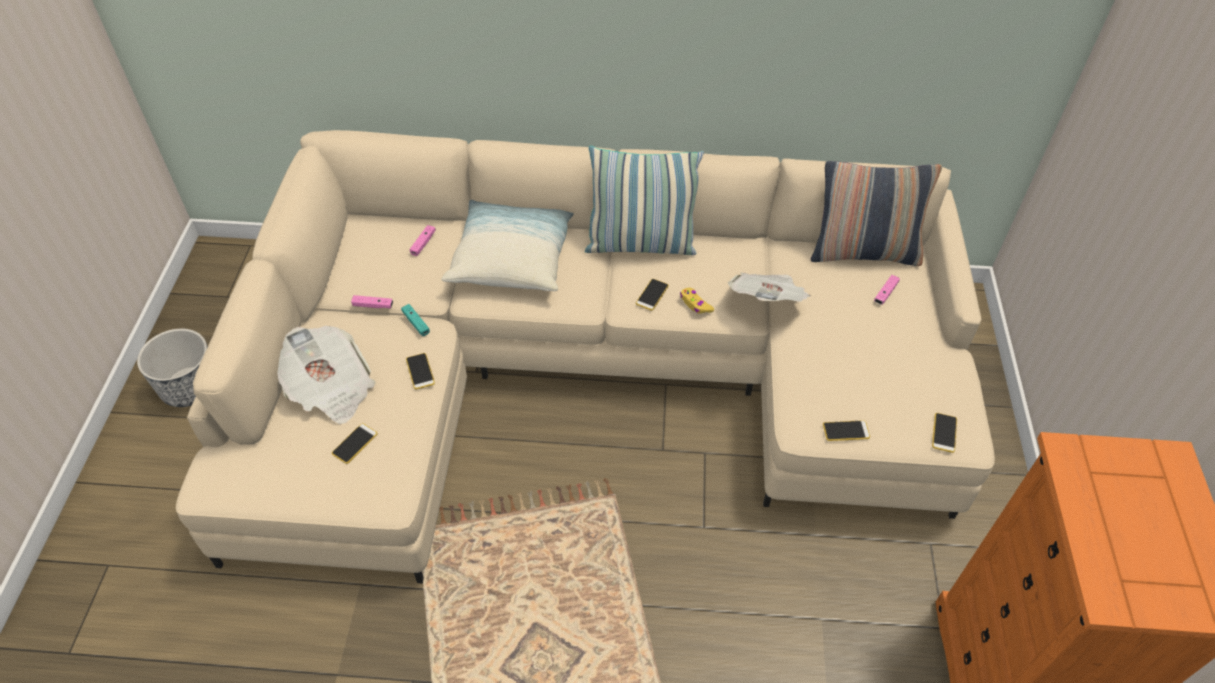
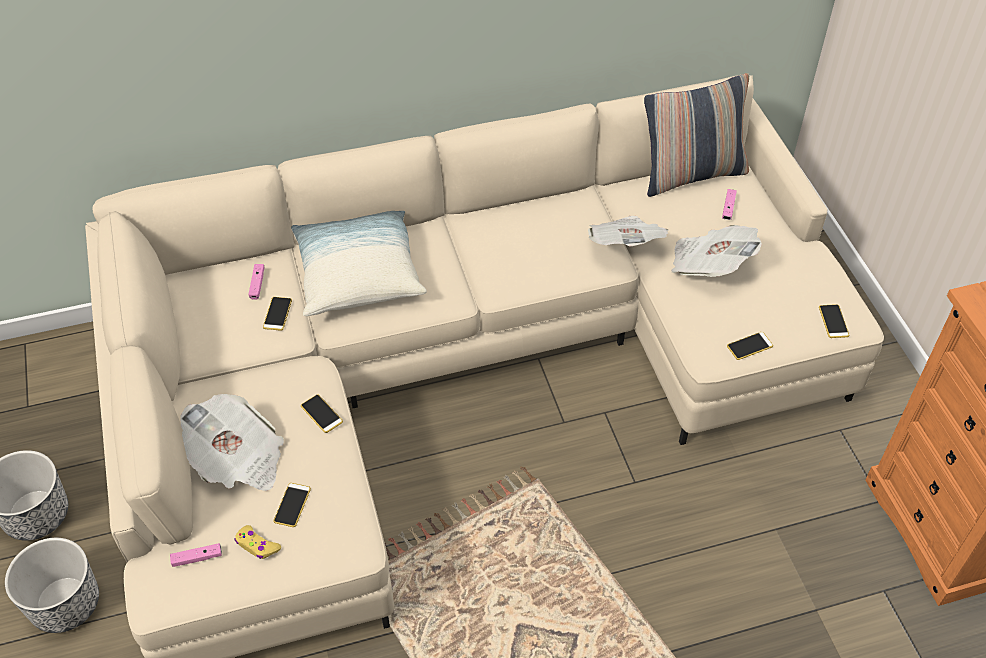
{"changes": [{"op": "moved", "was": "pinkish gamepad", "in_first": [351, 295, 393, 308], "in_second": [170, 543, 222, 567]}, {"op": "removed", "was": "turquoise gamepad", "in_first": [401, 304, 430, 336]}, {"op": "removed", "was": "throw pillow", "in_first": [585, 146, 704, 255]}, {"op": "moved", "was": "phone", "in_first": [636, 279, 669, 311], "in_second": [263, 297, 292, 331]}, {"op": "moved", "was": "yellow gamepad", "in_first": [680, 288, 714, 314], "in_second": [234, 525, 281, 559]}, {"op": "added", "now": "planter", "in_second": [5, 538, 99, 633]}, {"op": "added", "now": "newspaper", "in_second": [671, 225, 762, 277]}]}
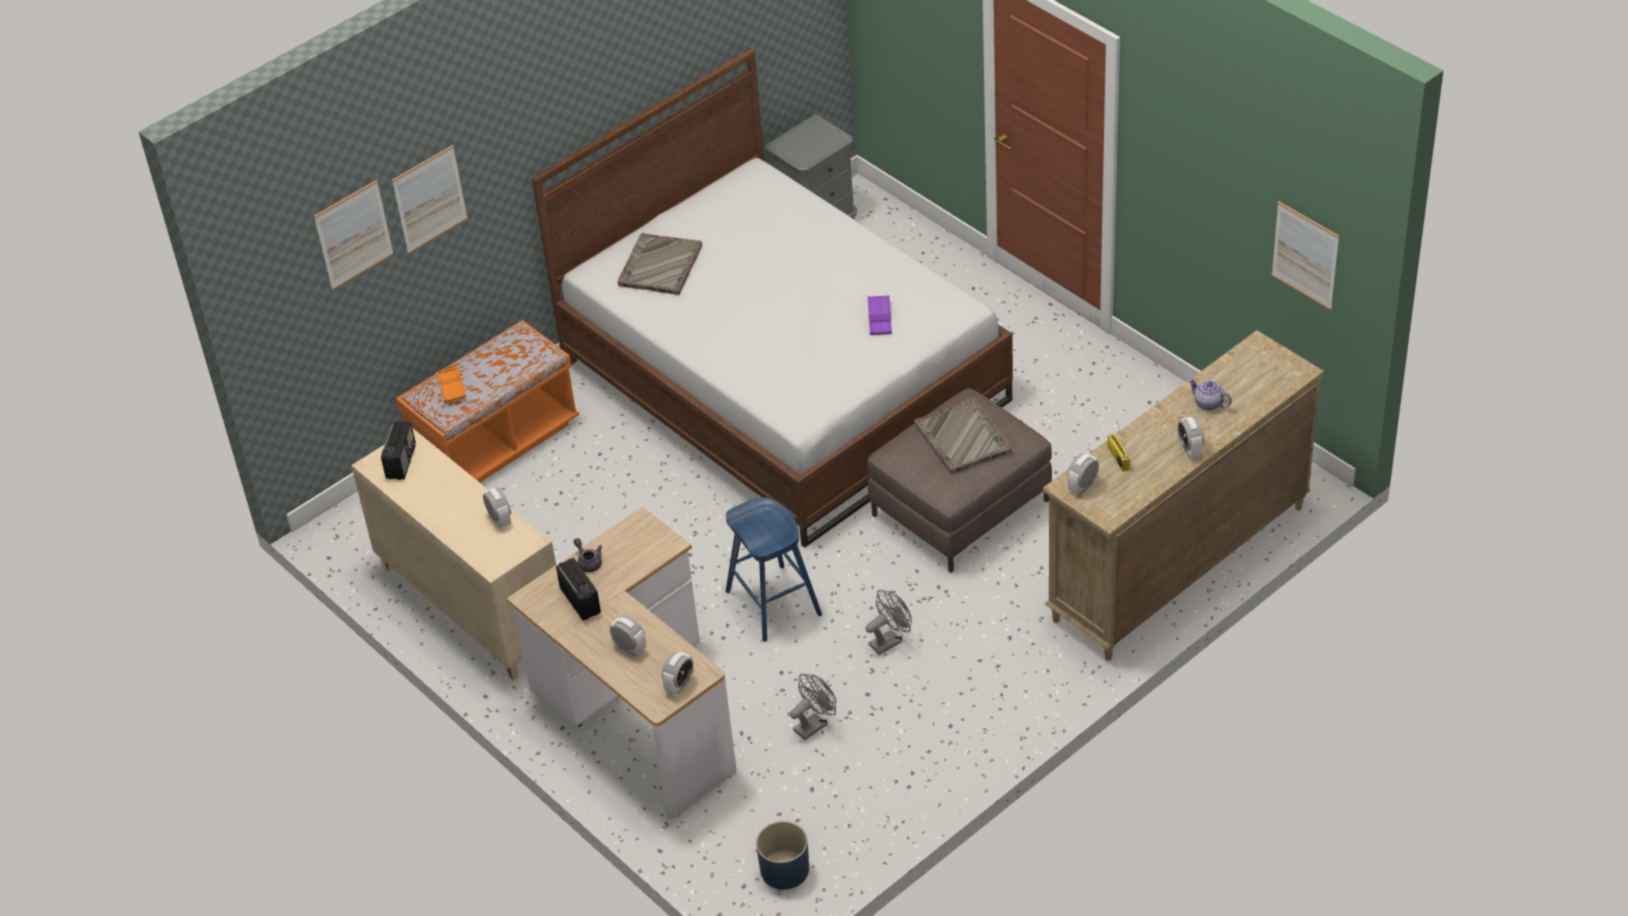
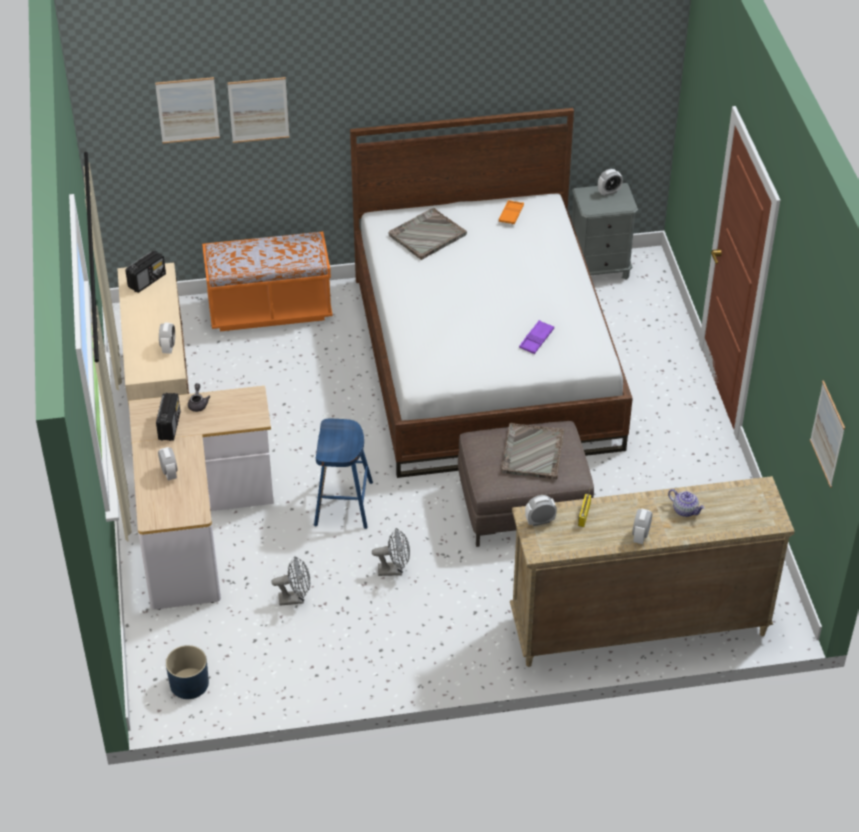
{"changes": [{"op": "moved", "was": "orange carrying tray", "in_first": [436, 367, 466, 403], "in_second": [499, 200, 524, 225]}, {"op": "moved", "was": "bedside clock", "in_first": [662, 652, 693, 695], "in_second": [598, 169, 623, 196]}, {"op": "turned", "was": "tea pot", "in_first": [1188, 379, 1232, 411], "in_second": [668, 489, 705, 517], "clockwise": 150}]}
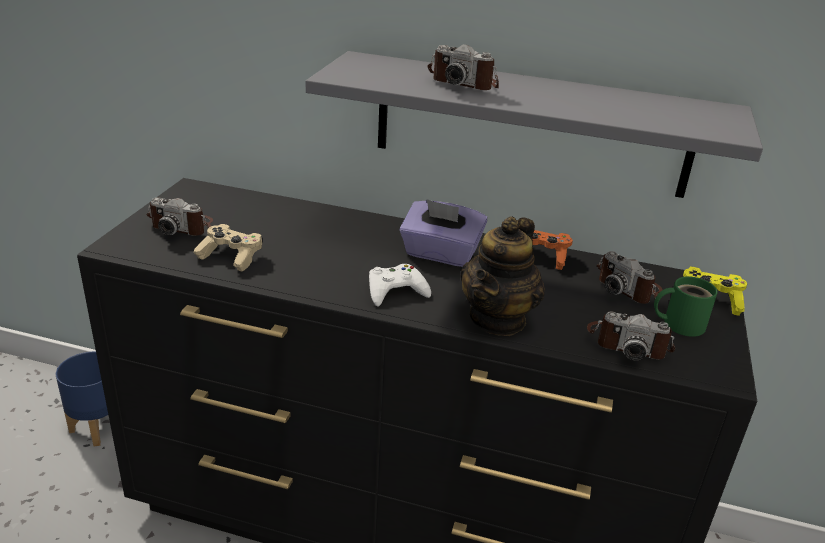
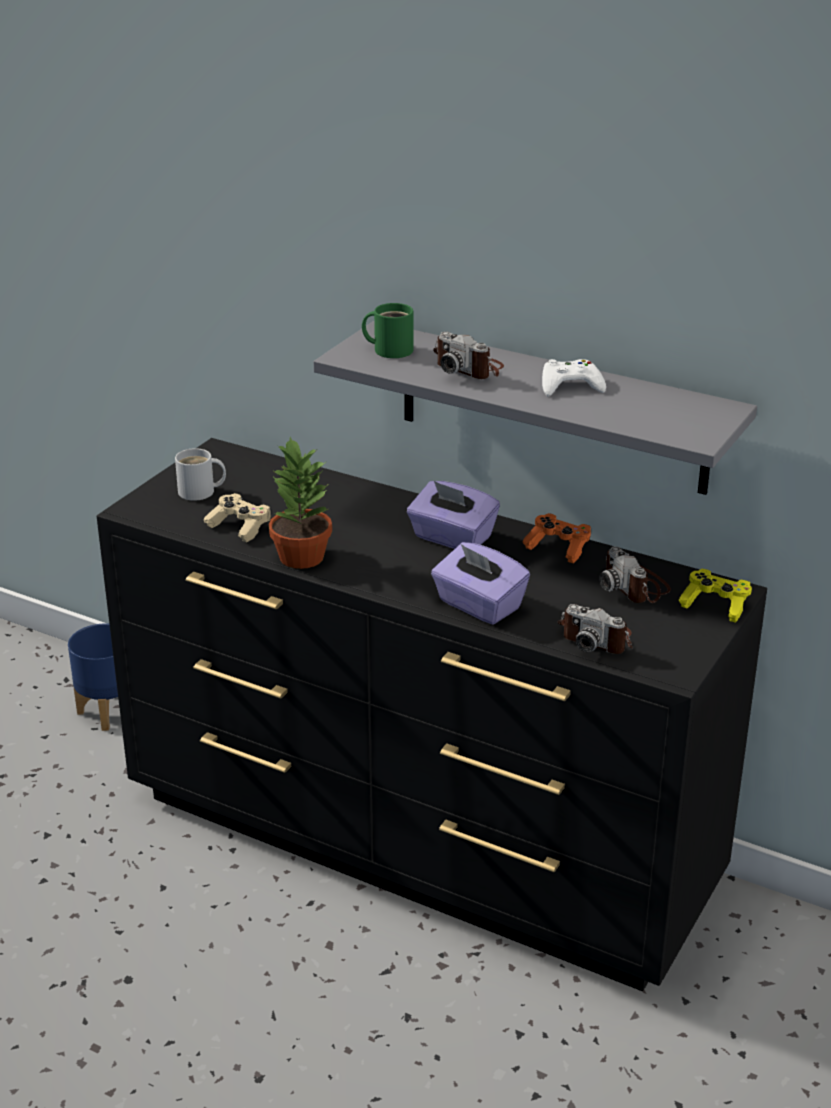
{"changes": [{"op": "replaced", "was": "still camera", "now": "whitish tea mug", "in_first": [146, 197, 213, 236], "in_second": [175, 448, 226, 501]}, {"op": "moved", "was": "whitish gamepad", "in_first": [369, 264, 431, 307], "in_second": [542, 359, 606, 397]}, {"op": "replaced", "was": "tea pot", "now": "purplish tissue holder", "in_first": [460, 216, 545, 336], "in_second": [431, 542, 530, 625]}, {"op": "moved", "was": "green tea mug", "in_first": [654, 276, 717, 337], "in_second": [362, 303, 413, 358]}, {"op": "added", "now": "plant in a pot", "in_second": [269, 437, 332, 569]}]}
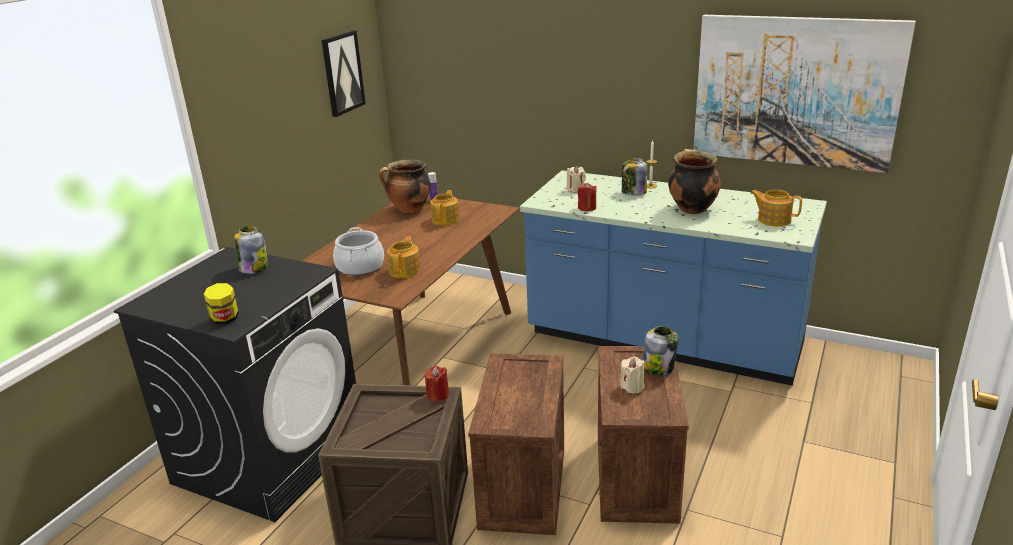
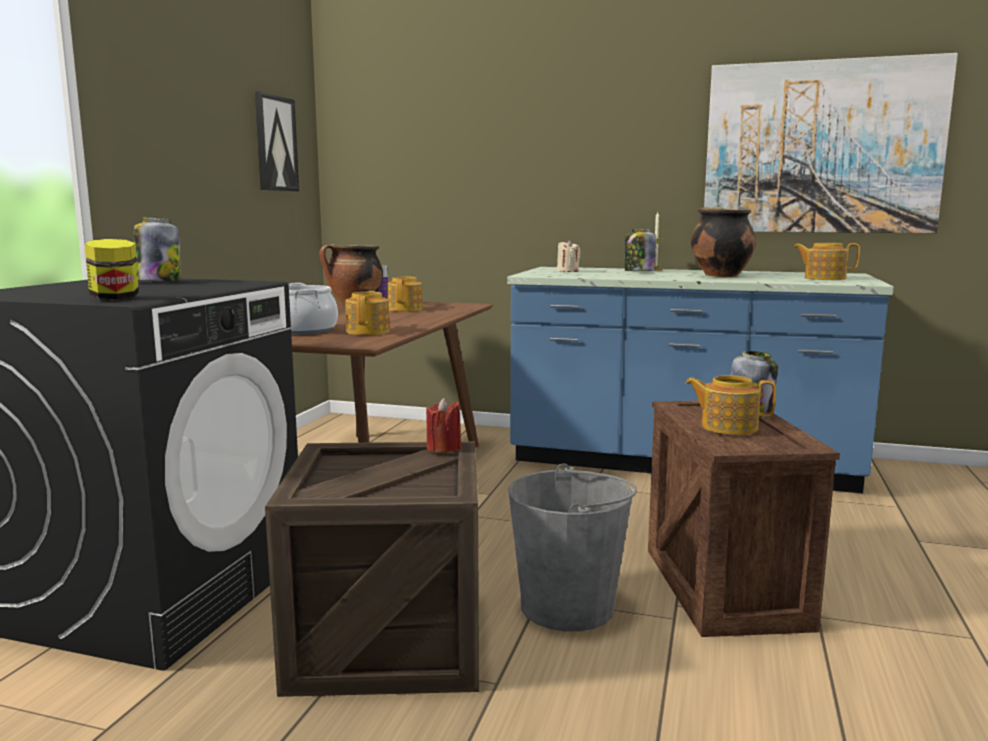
{"changes": [{"op": "replaced", "was": "shipping crate", "now": "greyish bucket", "in_first": [468, 353, 564, 535], "in_second": [508, 463, 637, 631]}, {"op": "removed", "was": "red wax candle", "in_first": [578, 183, 597, 211]}, {"op": "replaced", "was": "beige wax candle", "now": "tea pot", "in_first": [621, 357, 645, 393], "in_second": [685, 375, 776, 435]}]}
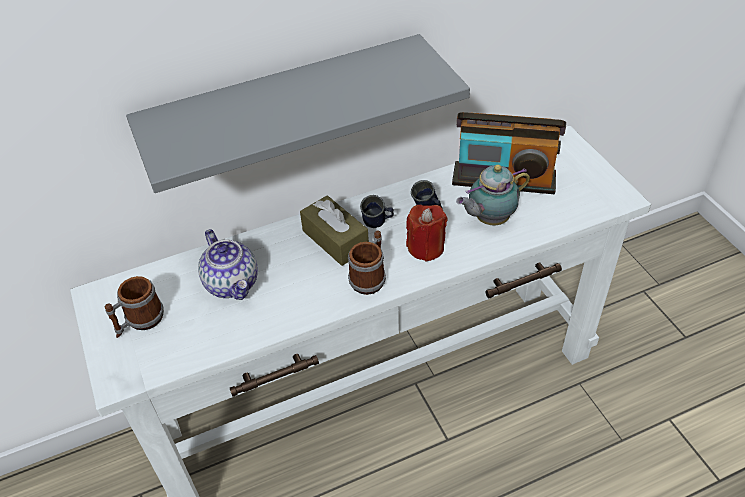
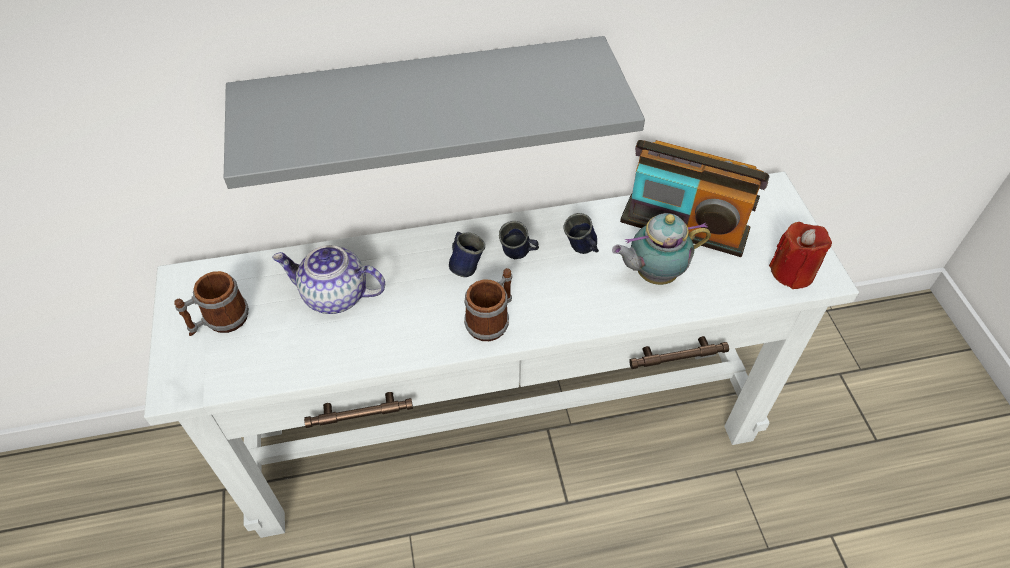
{"changes": [{"op": "turned", "was": "tea pot", "in_first": [198, 229, 258, 300], "in_second": [272, 245, 385, 314], "clockwise": 120}, {"op": "replaced", "was": "brown tissue holder", "now": "blue tea mug", "in_first": [300, 195, 369, 266], "in_second": [449, 232, 485, 277]}, {"op": "moved", "was": "red wax candle", "in_first": [406, 205, 447, 262], "in_second": [769, 222, 832, 289]}]}
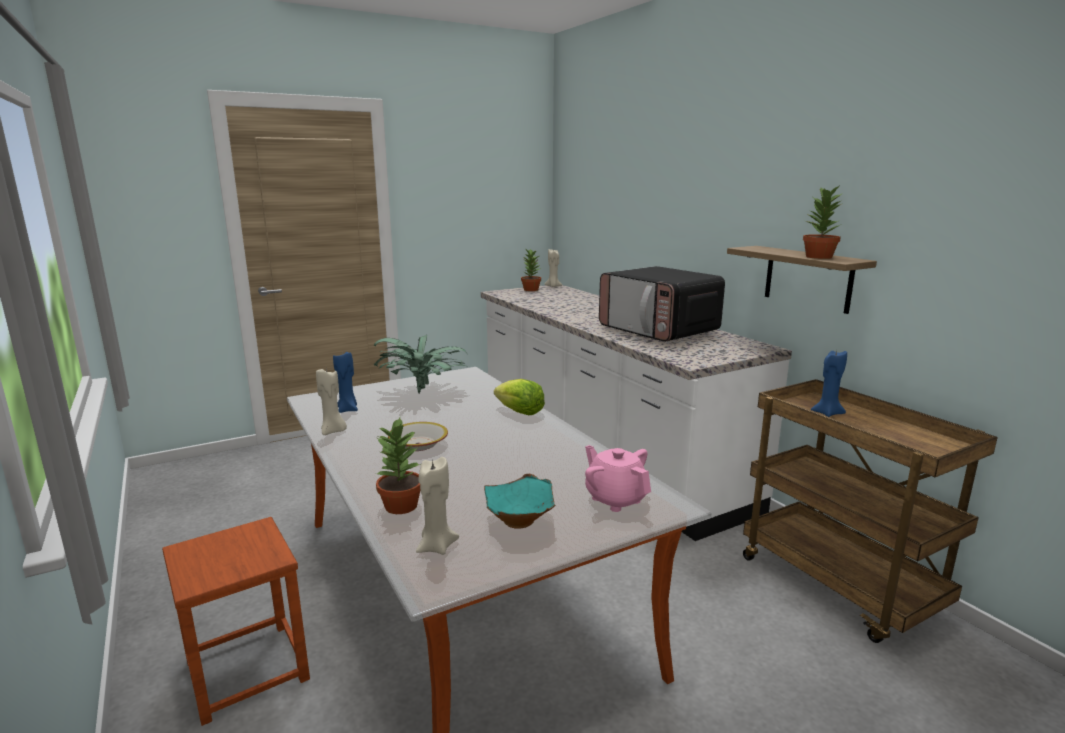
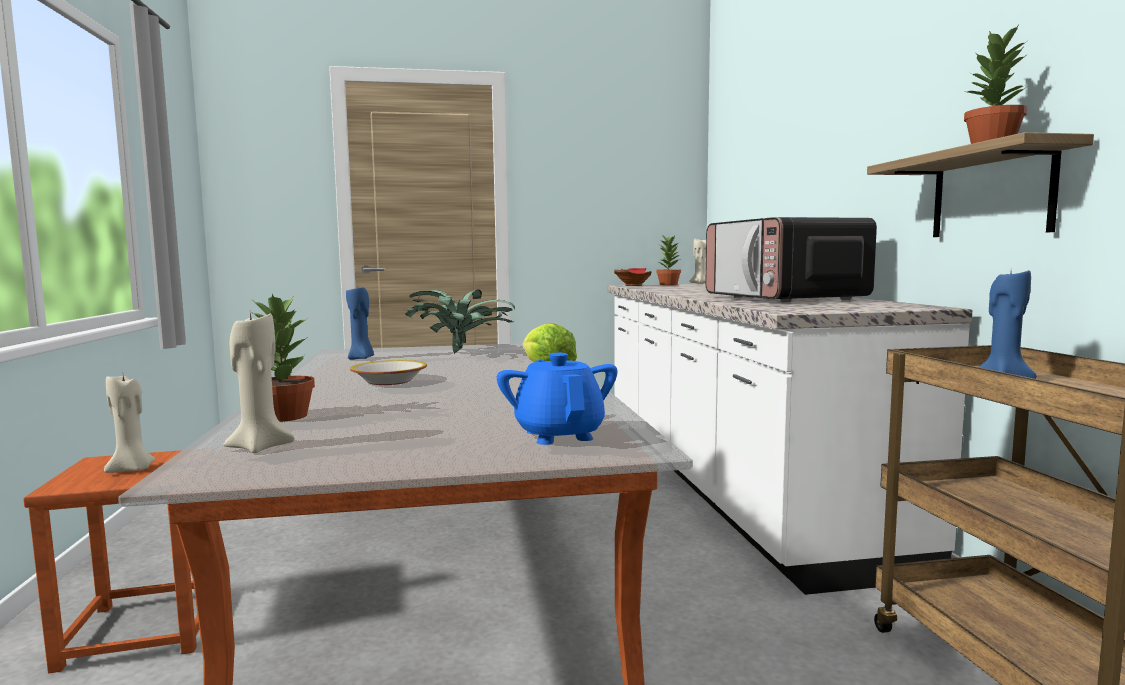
{"changes": [{"op": "moved", "was": "beige wax candle", "in_first": [316, 369, 347, 435], "in_second": [104, 375, 155, 473]}, {"op": "removed", "was": "turquoise bowl", "in_first": [484, 474, 555, 529]}, {"op": "recoloured", "was": "pinkish tea pot", "now": "blue tea pot", "in_first": [585, 445, 651, 512], "in_second": [497, 353, 617, 445]}, {"op": "added", "now": "red bowl", "in_second": [614, 268, 652, 286]}]}
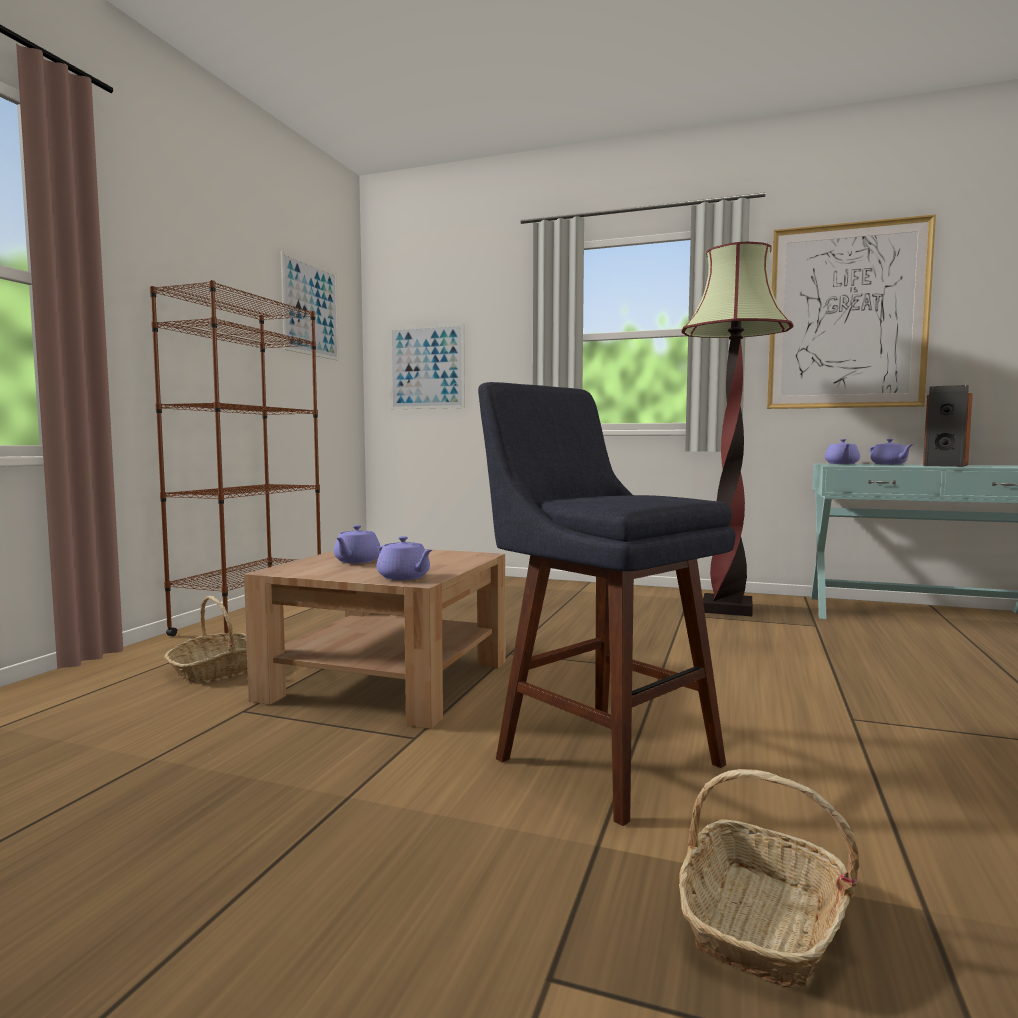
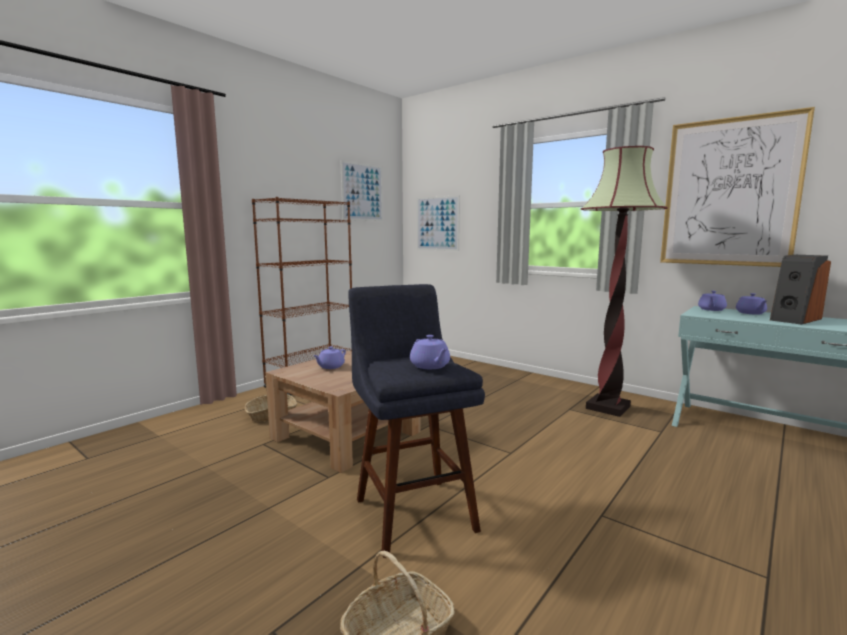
{"changes": [{"op": "moved", "was": "purplish tea pot", "in_first": [377, 536, 432, 580], "in_second": [410, 335, 450, 369]}]}
